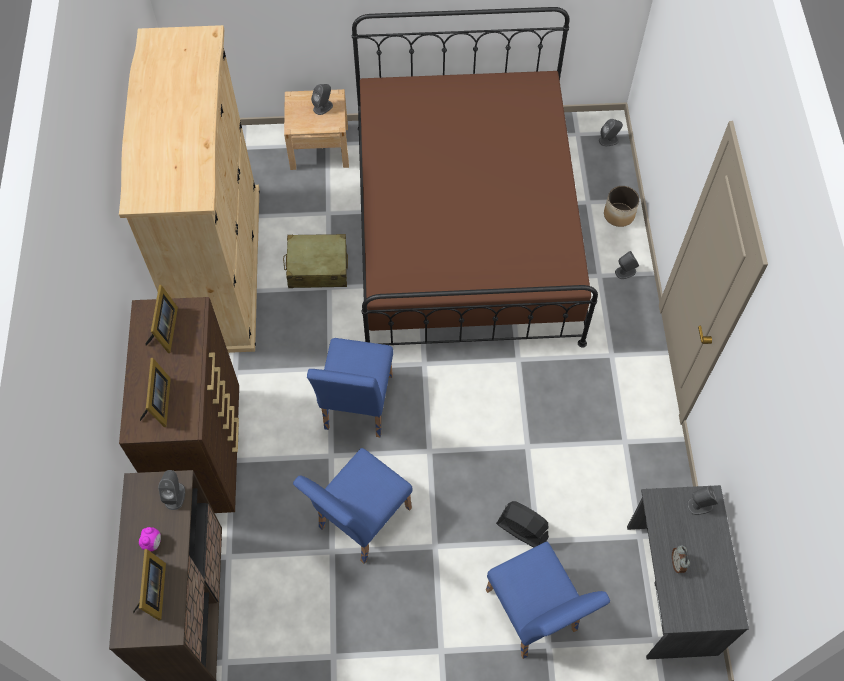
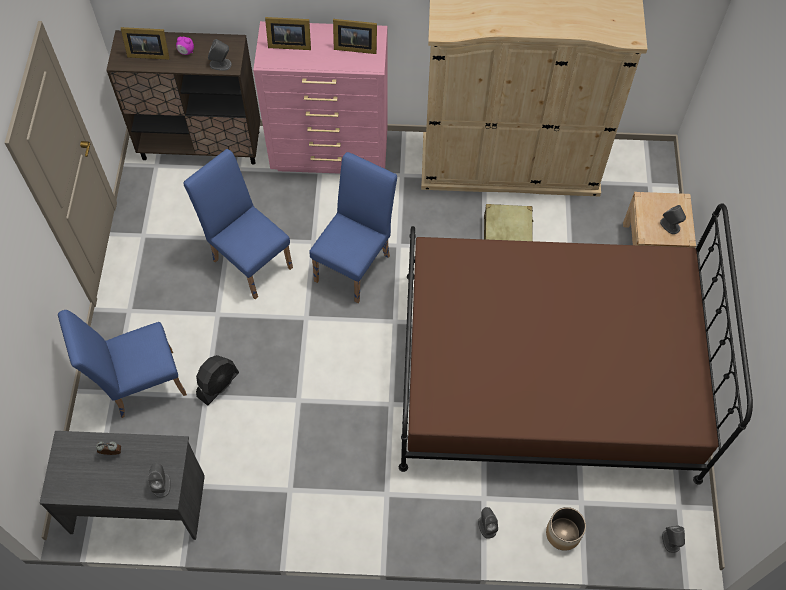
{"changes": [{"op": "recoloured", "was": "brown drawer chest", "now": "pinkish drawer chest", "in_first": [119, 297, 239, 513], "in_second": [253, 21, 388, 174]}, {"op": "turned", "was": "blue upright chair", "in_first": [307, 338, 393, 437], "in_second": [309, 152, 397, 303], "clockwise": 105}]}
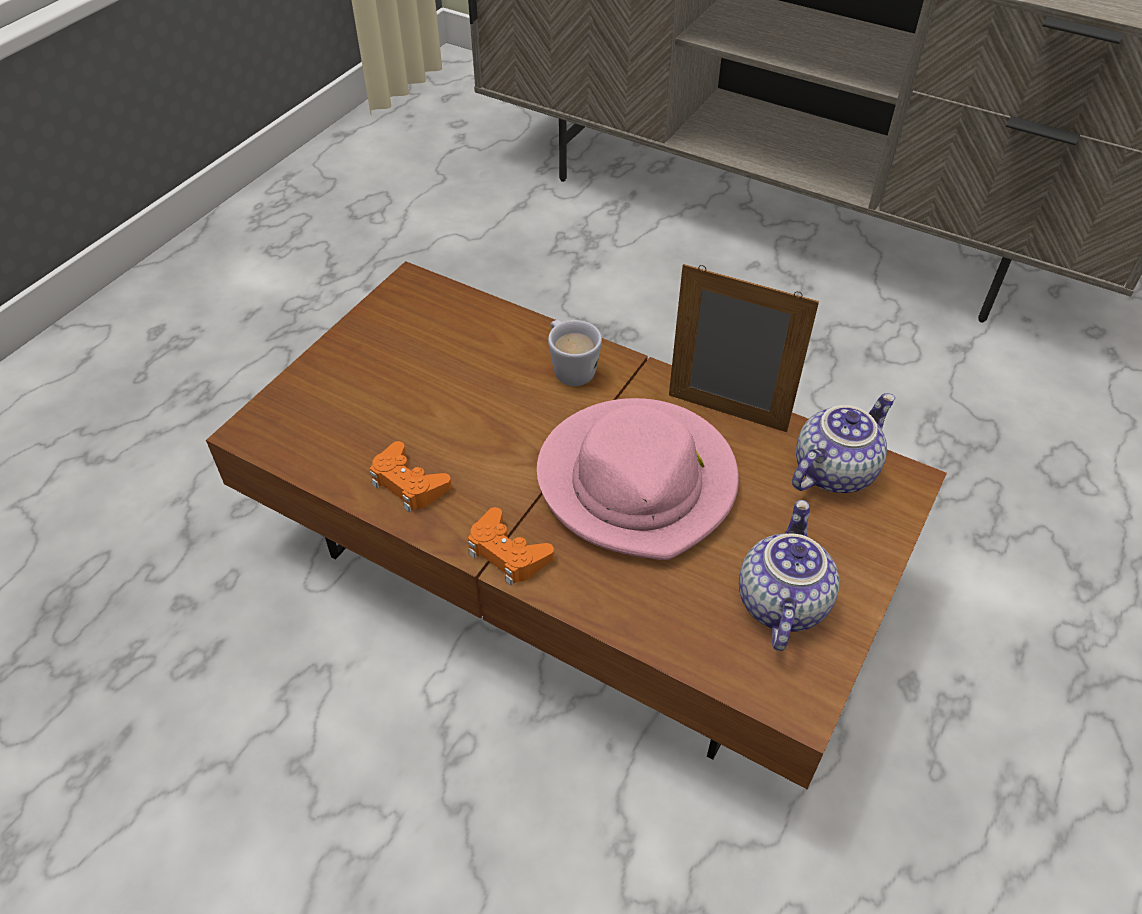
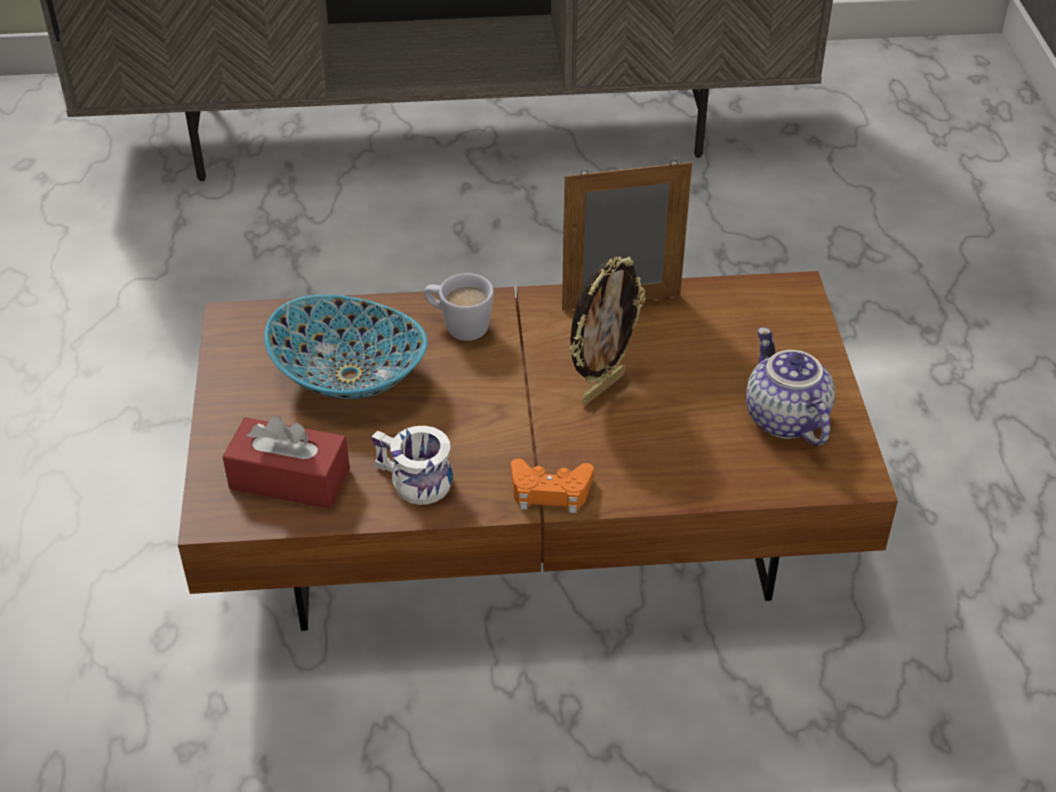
{"changes": [{"op": "replaced", "was": "orange gamepad", "now": "whitish tea mug", "in_first": [370, 441, 451, 512], "in_second": [371, 426, 453, 505]}, {"op": "replaced", "was": "pinkish clothing hat", "now": "standing frame", "in_first": [537, 398, 739, 560], "in_second": [570, 256, 645, 405]}, {"op": "removed", "was": "tea pot", "in_first": [792, 393, 895, 493]}, {"op": "added", "now": "red tissue holder", "in_second": [223, 416, 350, 509]}, {"op": "added", "now": "bowl", "in_second": [264, 294, 428, 399]}]}
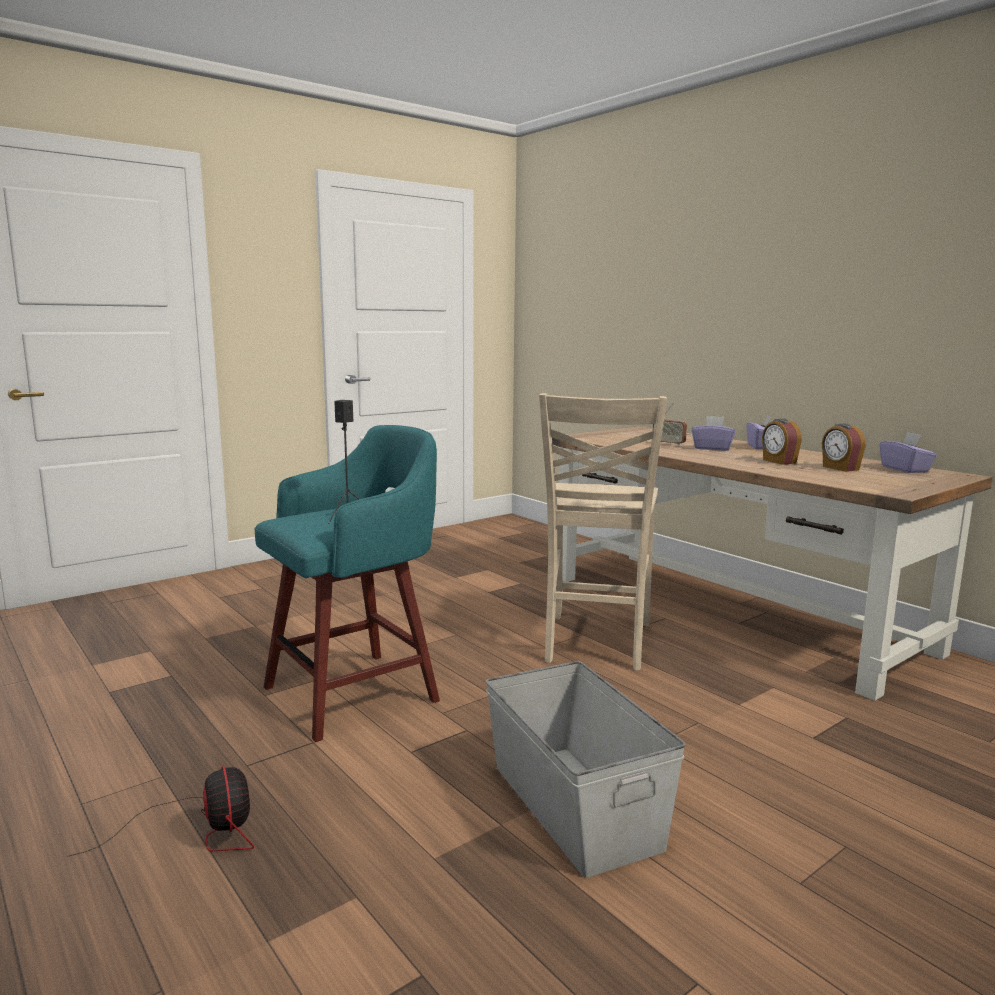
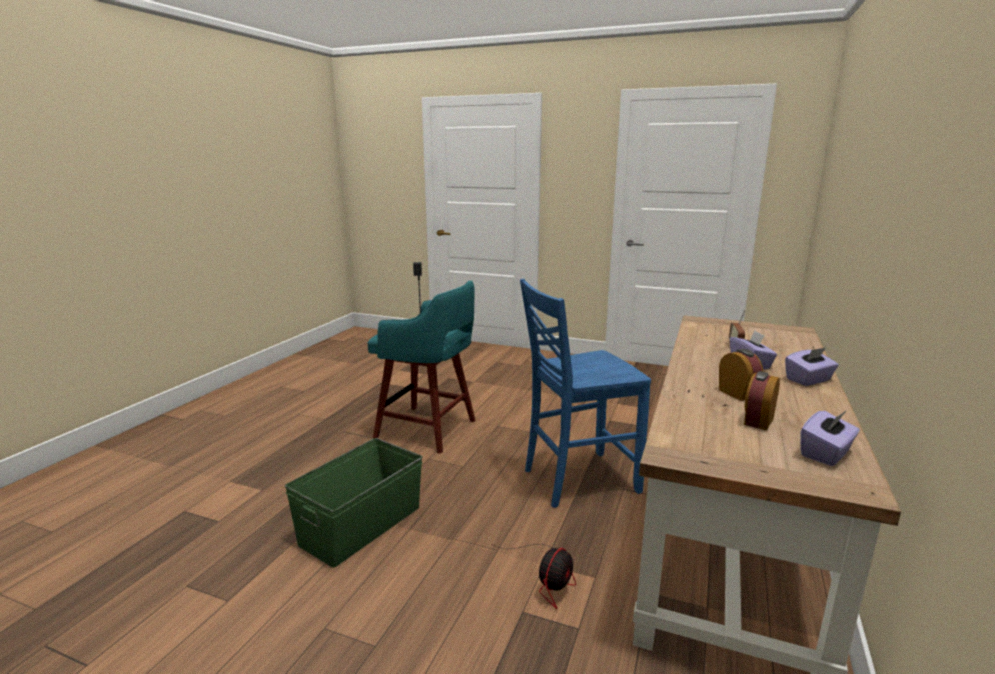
{"changes": [{"op": "moved", "was": "fan", "in_first": [67, 766, 254, 857], "in_second": [492, 544, 576, 609]}, {"op": "recoloured", "was": "greyish storage bin", "now": "green storage bin", "in_first": [485, 661, 686, 878], "in_second": [285, 438, 422, 568]}, {"op": "recoloured", "was": "beige upright chair", "now": "blue upright chair", "in_first": [539, 393, 667, 670], "in_second": [520, 279, 651, 508]}, {"op": "turned", "was": "bedside clock", "in_first": [762, 419, 802, 465], "in_second": [719, 349, 763, 401], "clockwise": 120}]}
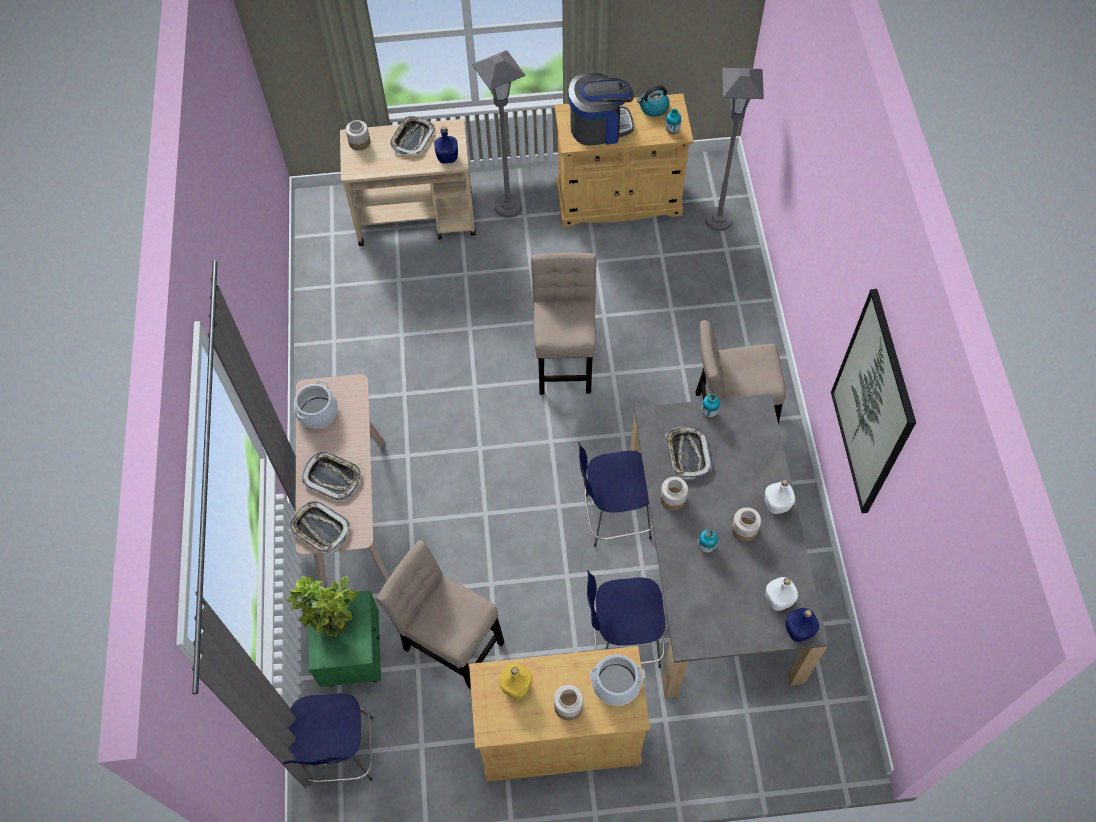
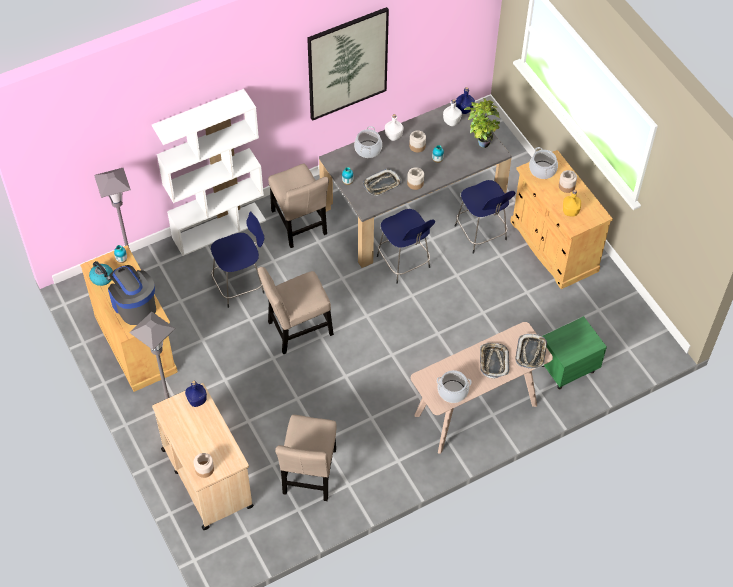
{"changes": [{"op": "moved", "was": "blue stool", "in_first": [282, 693, 373, 786], "in_second": [211, 211, 264, 308]}, {"op": "moved", "was": "plant in a pot", "in_first": [287, 573, 358, 637], "in_second": [464, 98, 500, 148]}, {"op": "moved", "was": "beige upright chair", "in_first": [377, 540, 504, 689], "in_second": [275, 415, 337, 501]}, {"op": "removed", "was": "carrying tray", "in_first": [390, 116, 435, 154]}, {"op": "added", "now": "whitish shelving unit", "in_second": [152, 89, 266, 256]}, {"op": "added", "now": "saucepot", "in_second": [354, 126, 382, 158]}]}
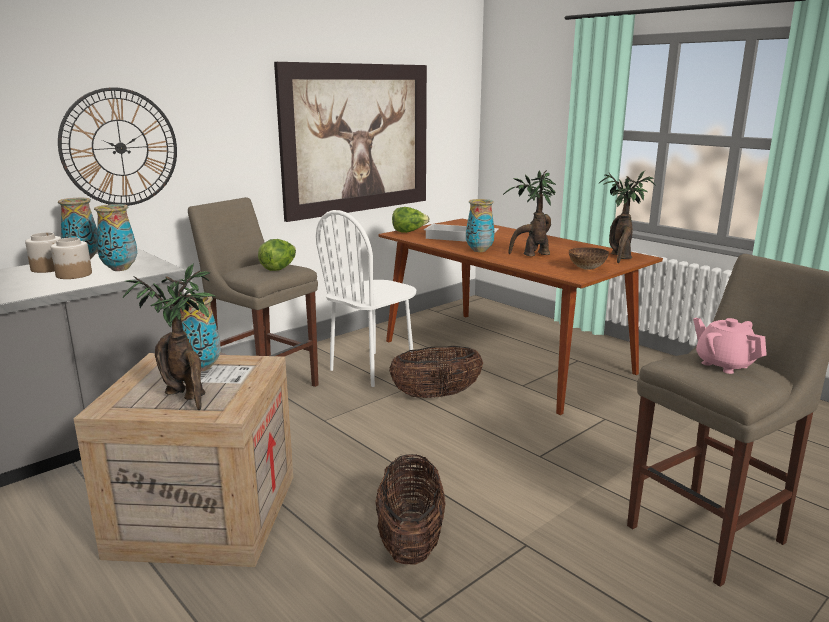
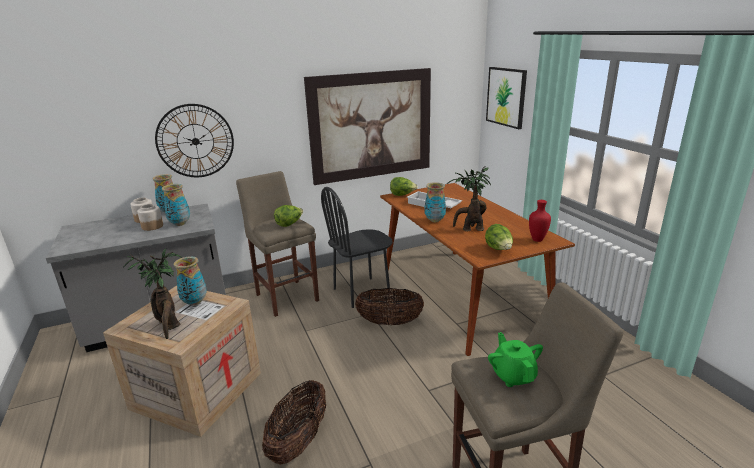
{"changes": [{"op": "recoloured", "was": "whitish upright chair", "now": "black-coloured upright chair", "in_first": [316, 210, 416, 387], "in_second": [321, 187, 392, 308]}, {"op": "replaced", "was": "bowl", "now": "head of lettuce", "in_first": [569, 247, 609, 270], "in_second": [485, 224, 513, 250]}, {"op": "replaced", "was": "plant in a pot", "now": "red flower vase", "in_first": [598, 171, 656, 264], "in_second": [529, 200, 551, 242]}, {"op": "recoloured", "was": "pinkish tea pot", "now": "green tea pot", "in_first": [693, 318, 767, 374], "in_second": [488, 332, 543, 387]}, {"op": "added", "now": "wall art", "in_second": [486, 67, 527, 129]}]}
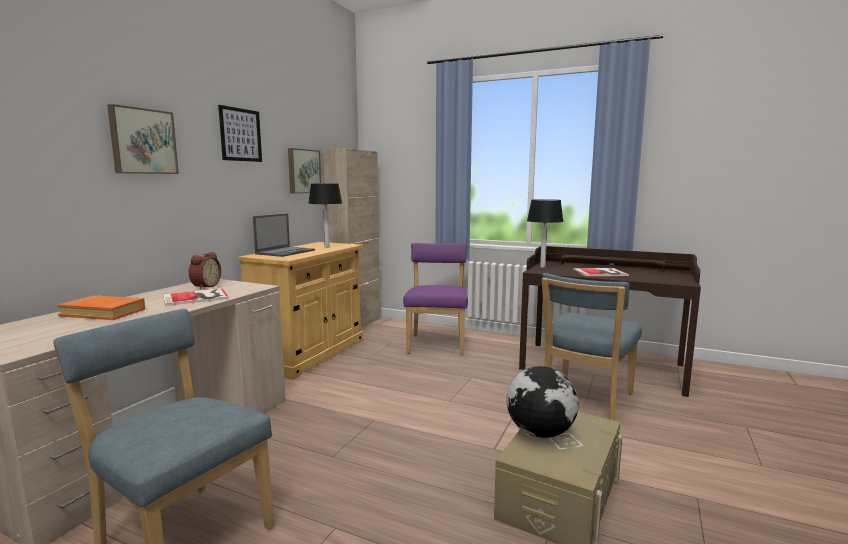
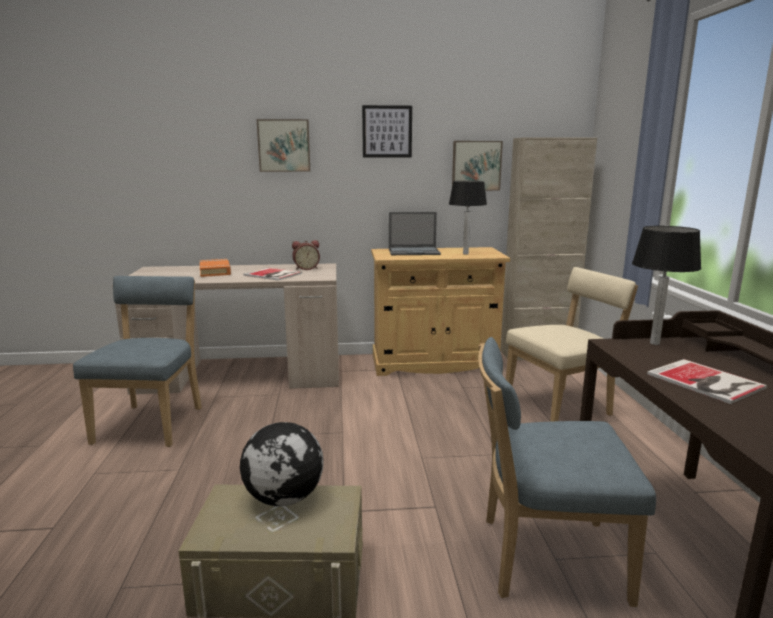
{"changes": [{"op": "recoloured", "was": "purplish upright chair", "now": "beige upright chair", "in_first": [403, 243, 468, 356], "in_second": [506, 267, 638, 422]}]}
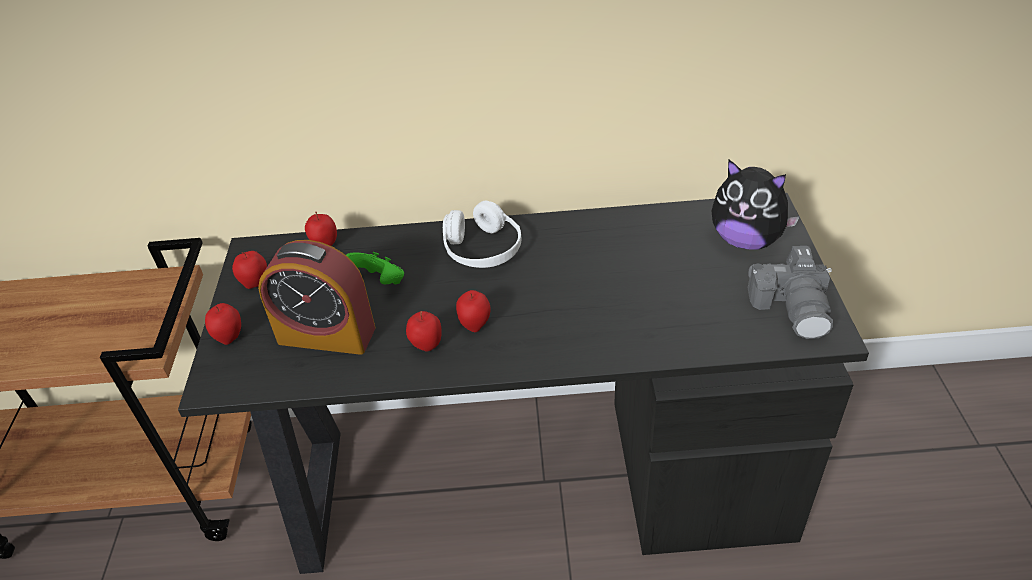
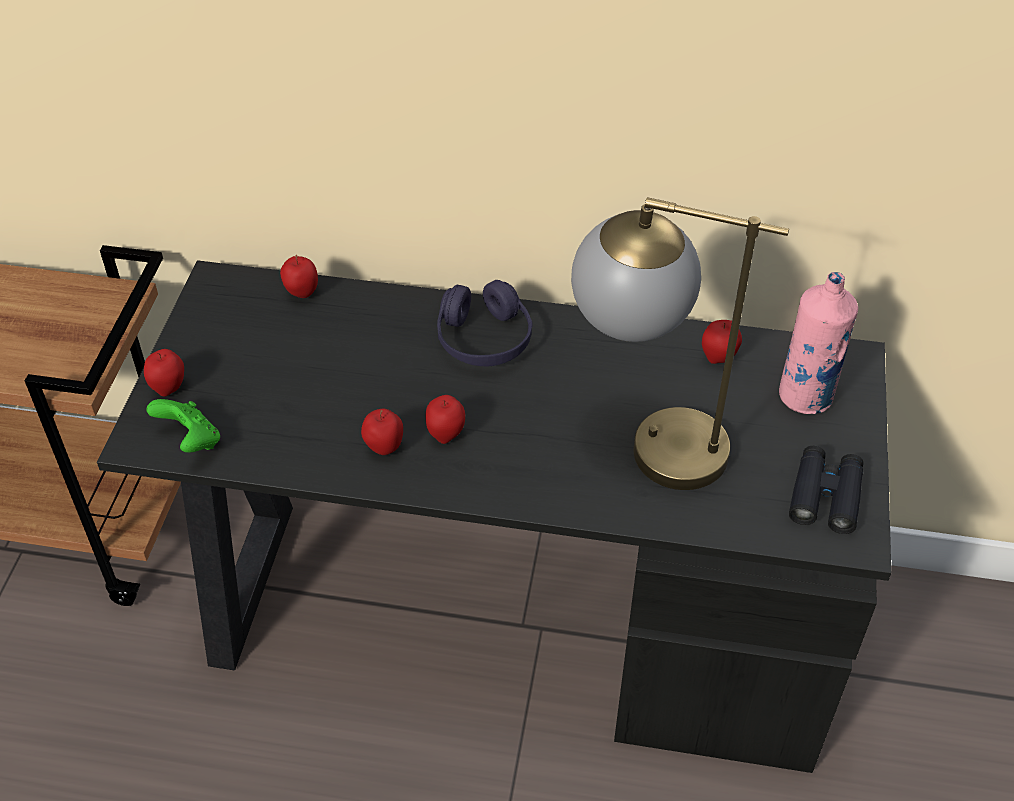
{"changes": [{"op": "moved", "was": "whole apple", "in_first": [232, 251, 267, 289], "in_second": [702, 320, 742, 364]}, {"op": "removed", "was": "bedside clock", "in_first": [258, 240, 376, 355]}, {"op": "moved", "was": "green gamepad", "in_first": [346, 252, 404, 284], "in_second": [146, 399, 220, 453]}, {"op": "recoloured", "was": "whitish headset", "now": "purplish headset", "in_first": [443, 201, 521, 268], "in_second": [437, 280, 532, 366]}, {"op": "replaced", "was": "soft toy", "now": "pinkish bottle", "in_first": [711, 159, 800, 250], "in_second": [779, 272, 858, 414]}, {"op": "replaced", "was": "still camera", "now": "black-coloured pair of binoculars", "in_first": [748, 246, 833, 339], "in_second": [789, 446, 864, 534]}, {"op": "added", "now": "lamp for a table", "in_second": [571, 197, 789, 490]}]}
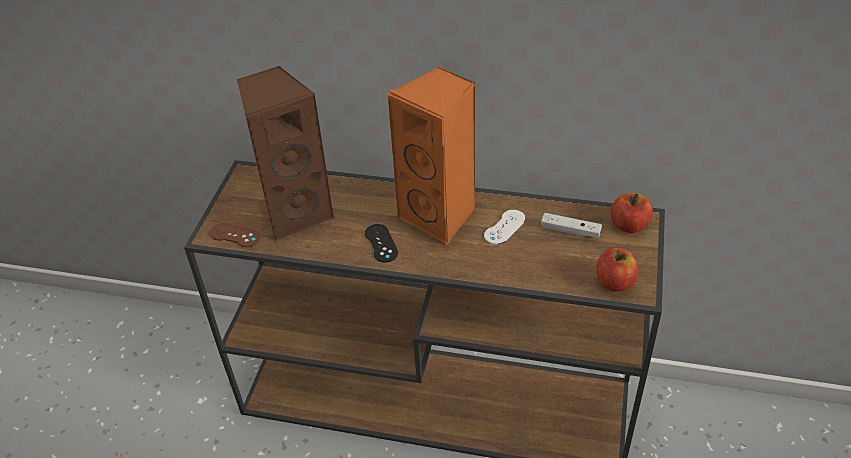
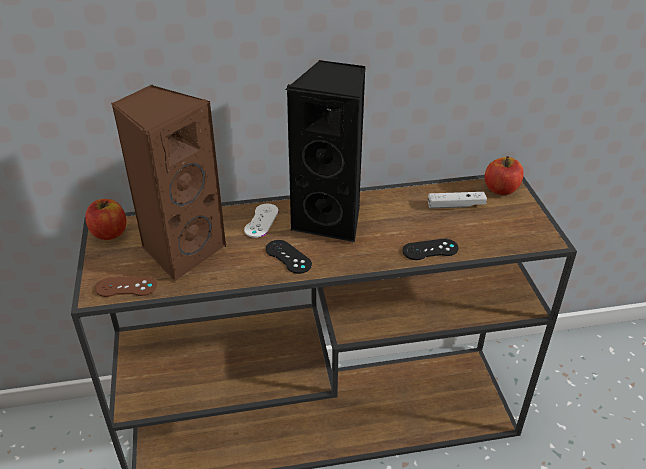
{"changes": [{"op": "recoloured", "was": "orange loudspeaker", "now": "black-coloured loudspeaker", "in_first": [387, 66, 476, 245], "in_second": [285, 60, 366, 243]}, {"op": "moved", "was": "whitish gamepad", "in_first": [484, 210, 526, 245], "in_second": [244, 204, 279, 238]}, {"op": "moved", "was": "whole apple", "in_first": [597, 247, 638, 292], "in_second": [85, 199, 126, 240]}, {"op": "added", "now": "black-coloured gamepad", "in_second": [402, 239, 459, 260]}]}
